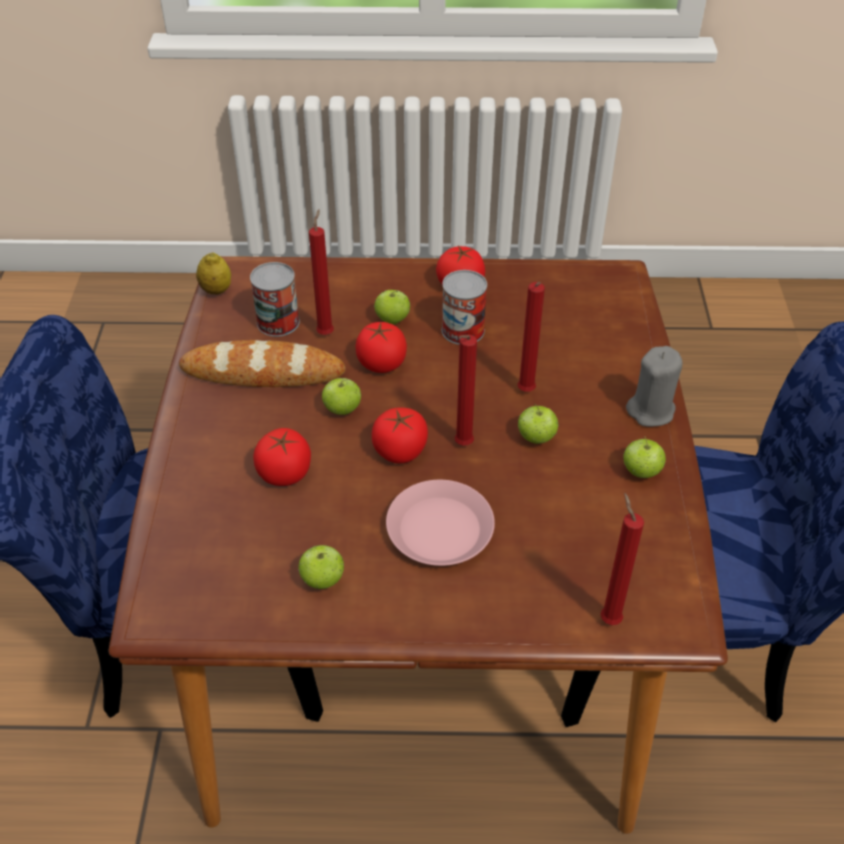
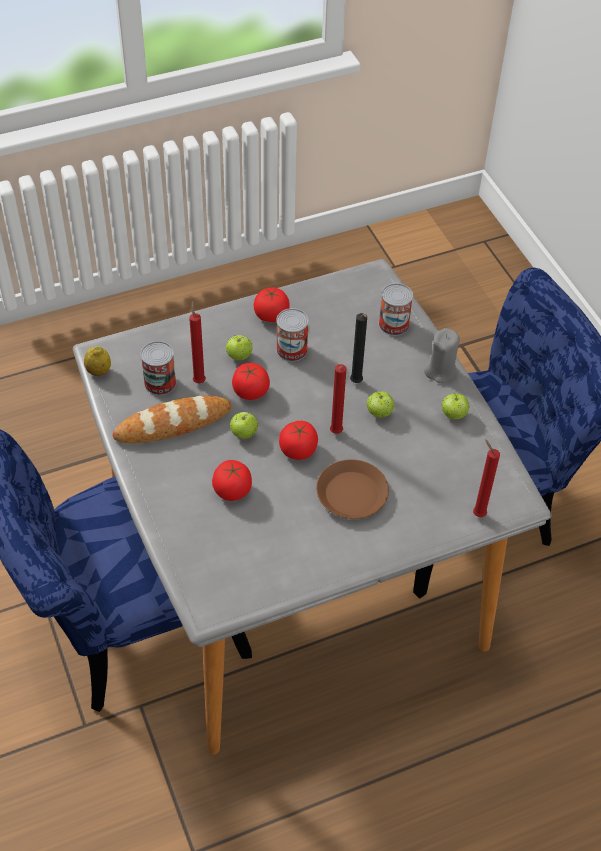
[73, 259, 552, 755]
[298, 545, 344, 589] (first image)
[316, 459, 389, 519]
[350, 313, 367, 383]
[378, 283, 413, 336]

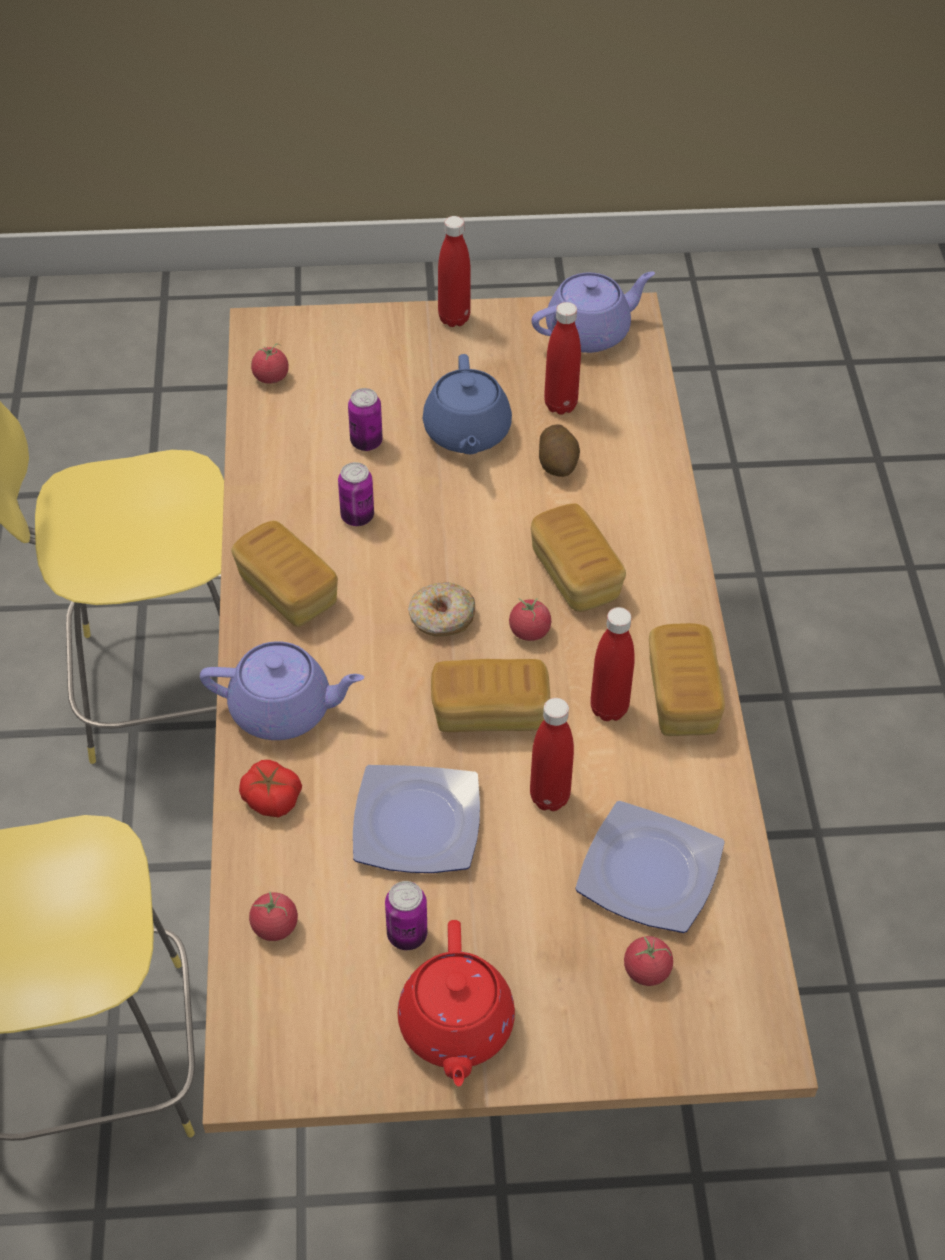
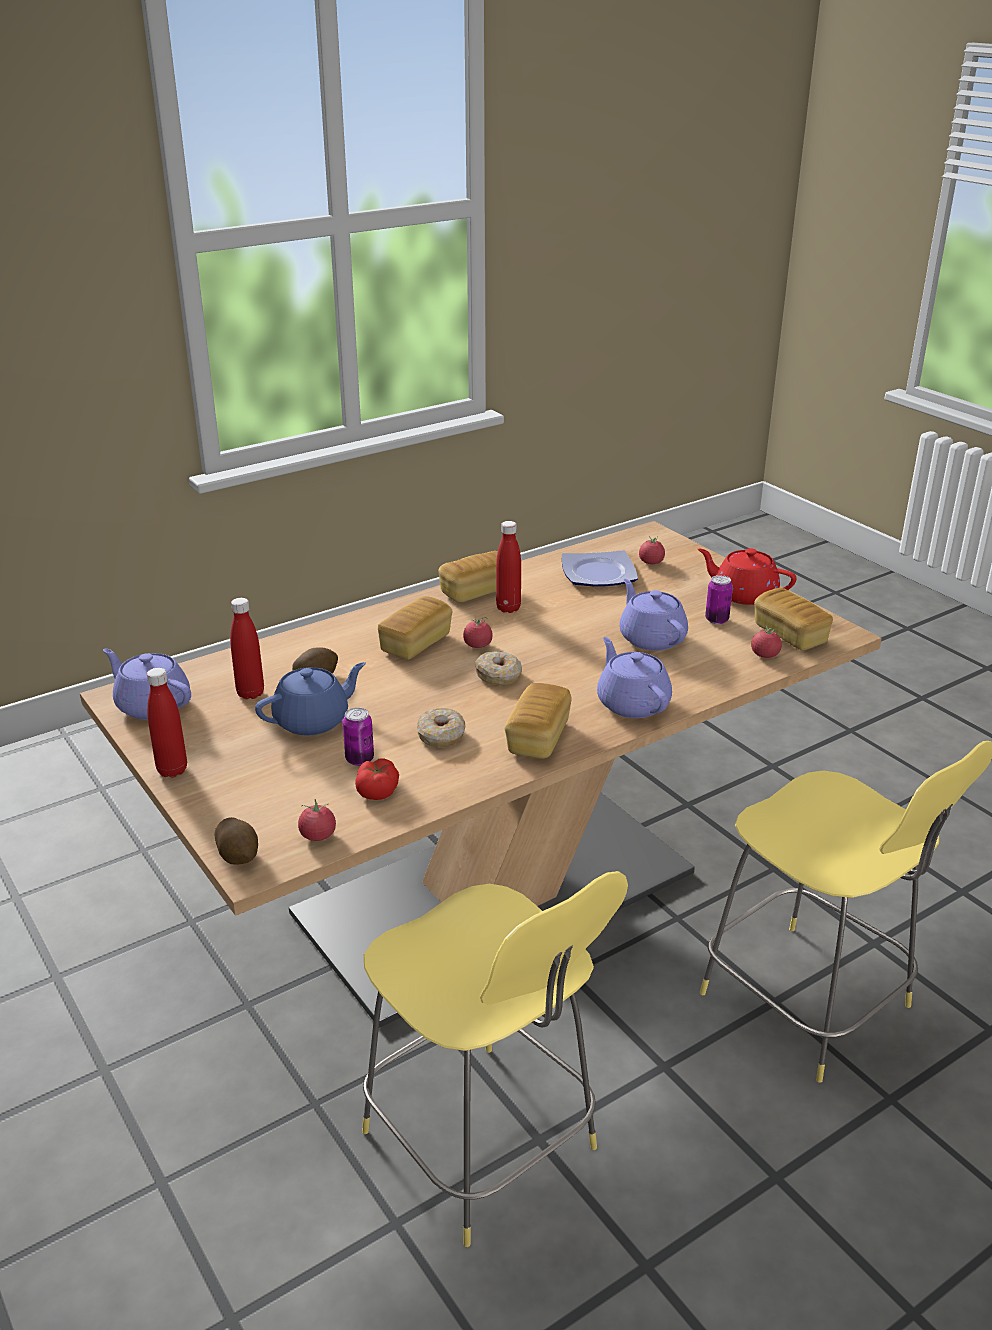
[355, 758, 399, 800]
[417, 708, 465, 748]
[620, 579, 688, 651]
[698, 548, 796, 605]
[754, 588, 833, 651]
[530, 698, 574, 811] (first image)
[214, 817, 258, 864]

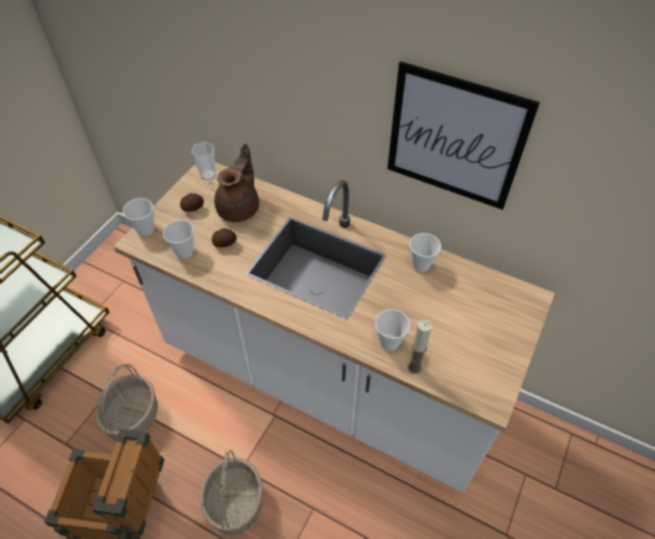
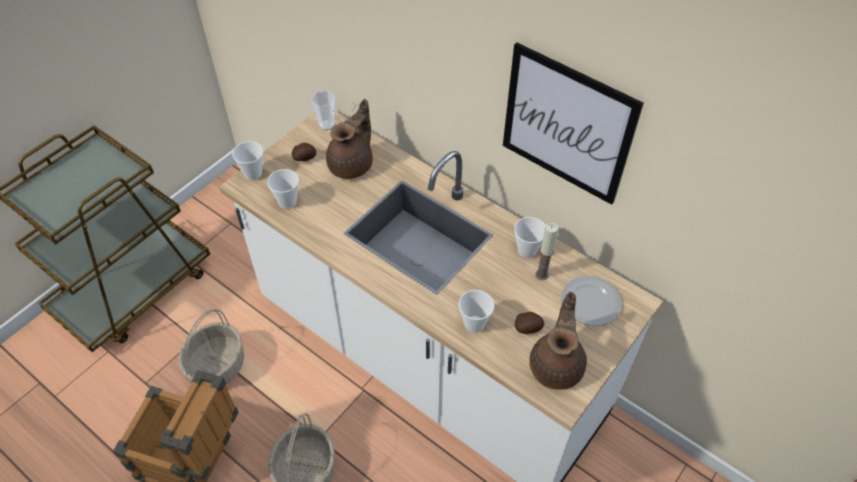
[515, 312, 544, 334]
[535, 223, 558, 280]
[529, 292, 587, 390]
[561, 276, 621, 326]

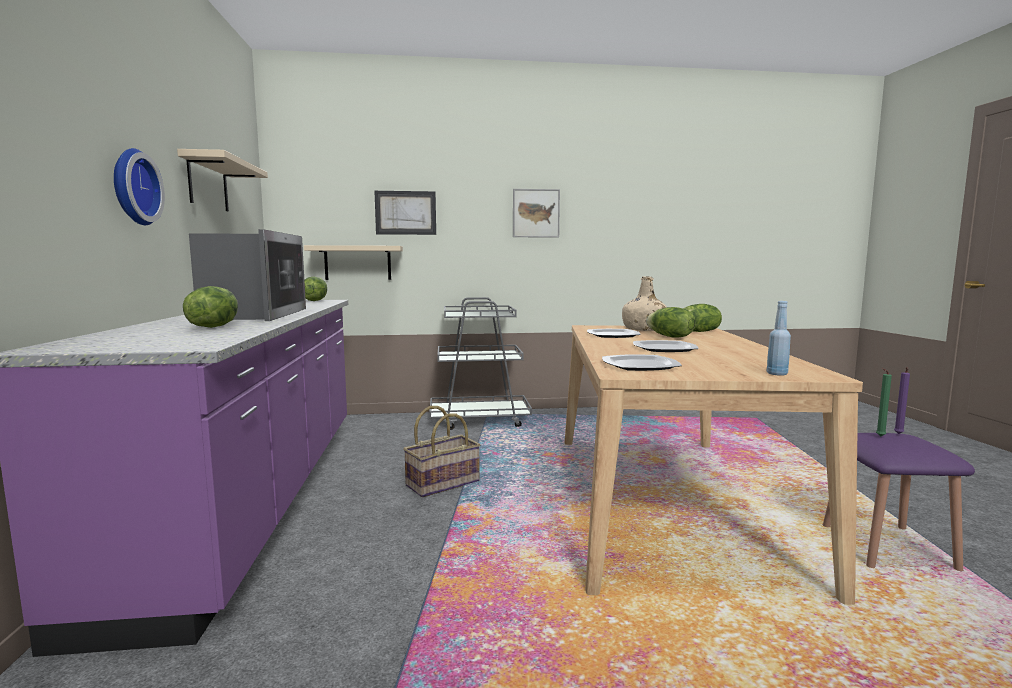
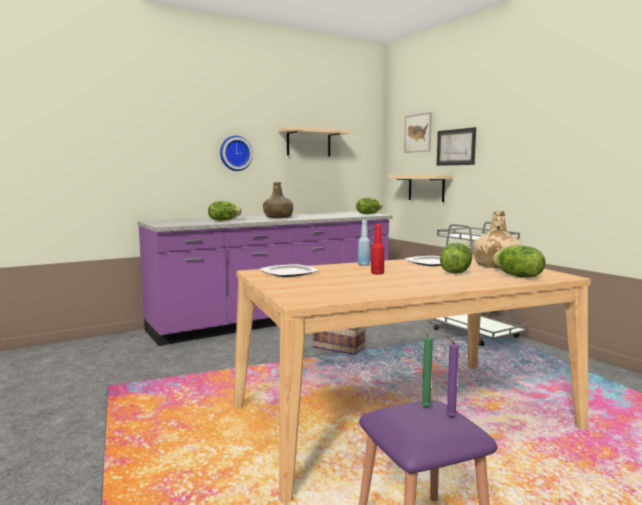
[263, 182, 293, 218]
[404, 112, 432, 153]
[371, 224, 384, 275]
[358, 220, 370, 266]

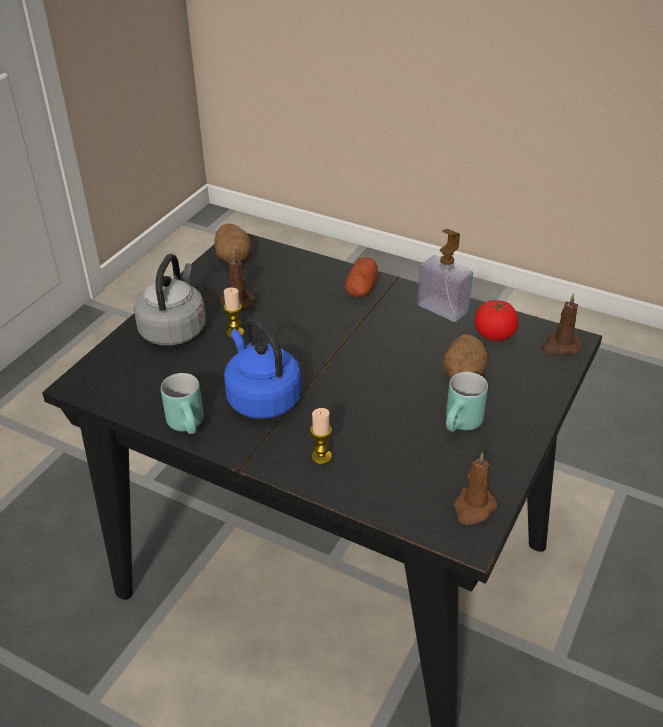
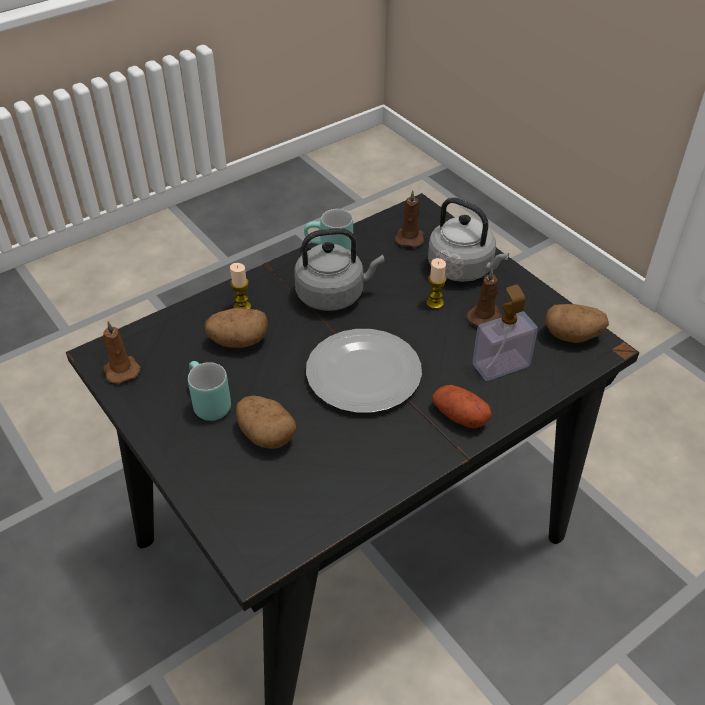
[294, 228, 384, 311]
[473, 285, 538, 381]
[475, 300, 518, 341] (first image)
[394, 190, 424, 248]
[205, 308, 268, 348]
[306, 329, 422, 413]

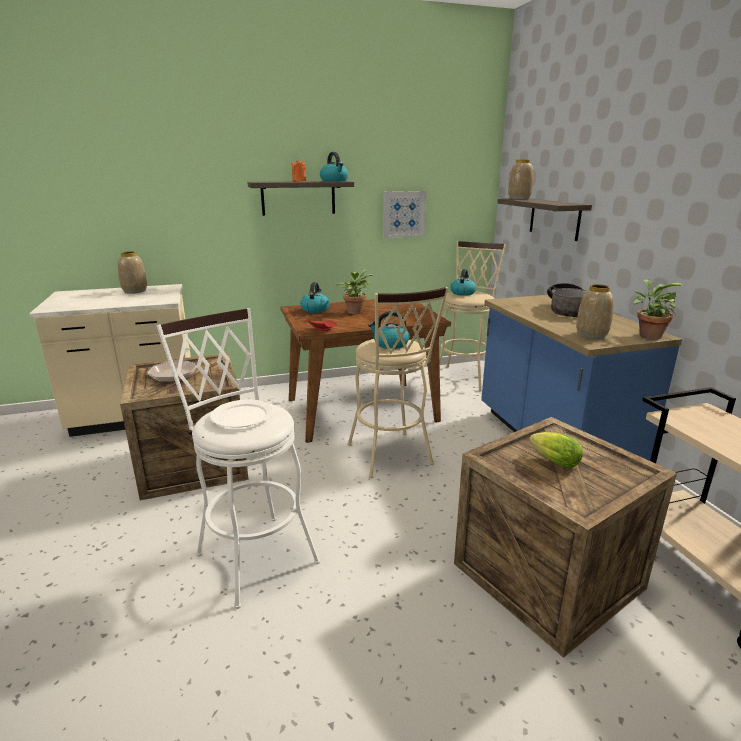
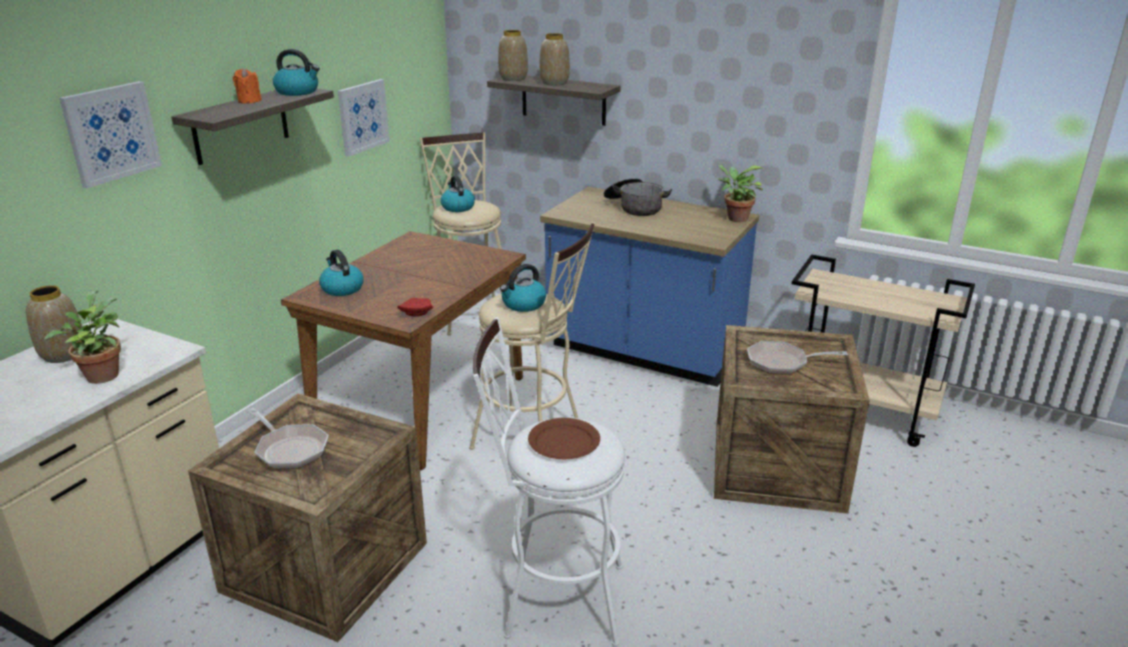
[528, 418, 600, 459]
[44, 290, 121, 384]
[747, 341, 848, 374]
[539, 33, 570, 86]
[59, 81, 162, 188]

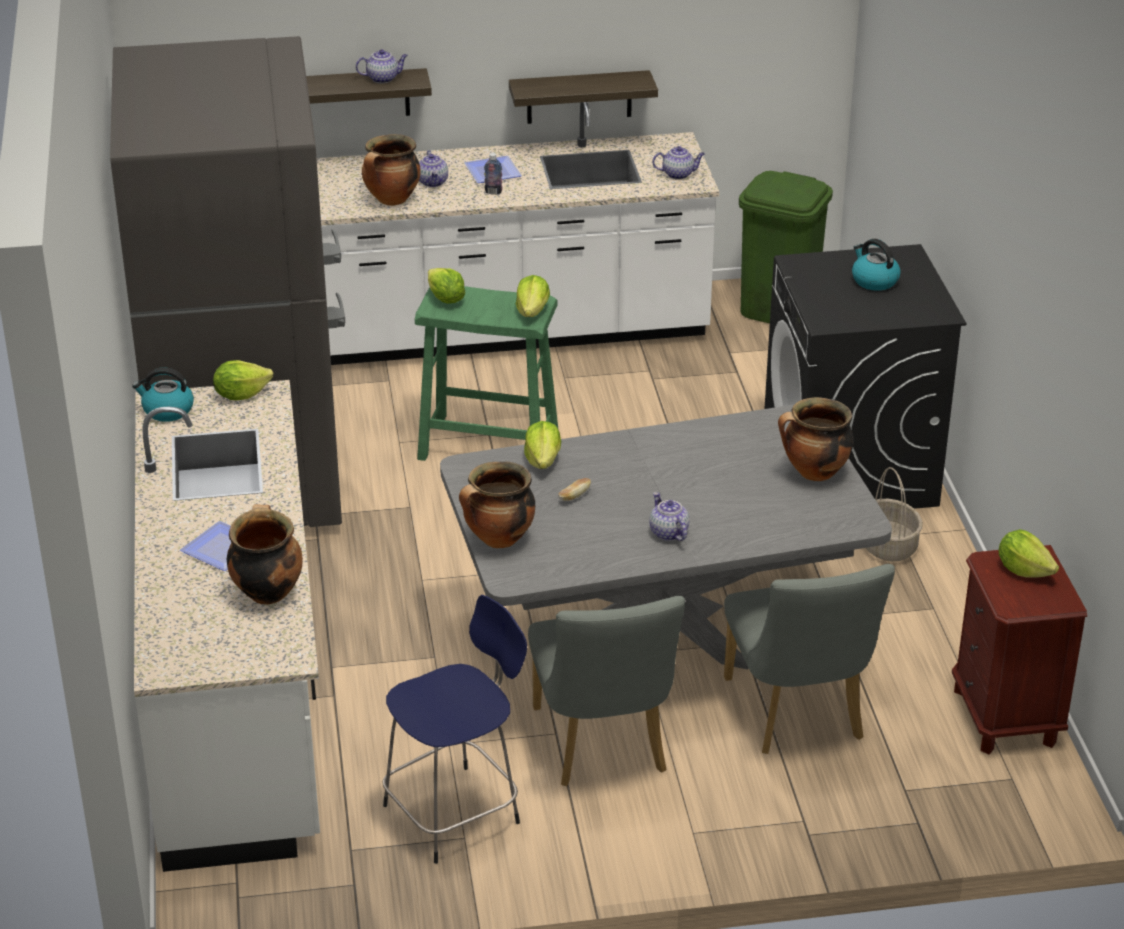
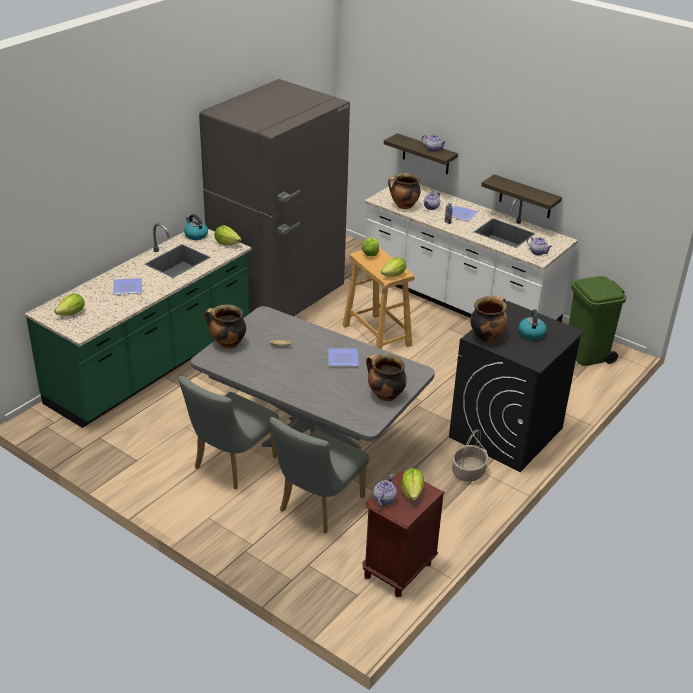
[25, 223, 251, 428]
[470, 295, 508, 343]
[383, 595, 527, 864] (first image)
[342, 247, 415, 349]
[54, 294, 85, 316]
[373, 474, 397, 506]
[328, 348, 359, 366]

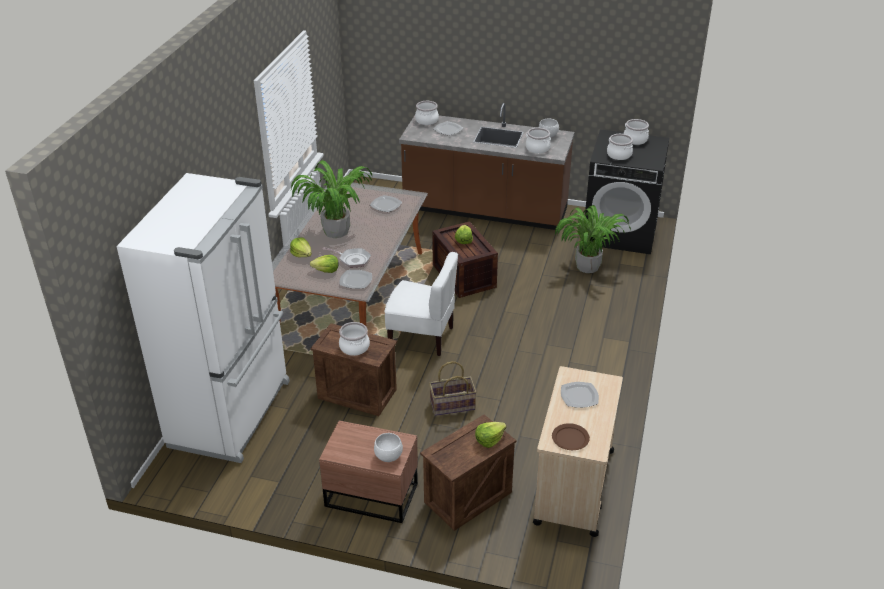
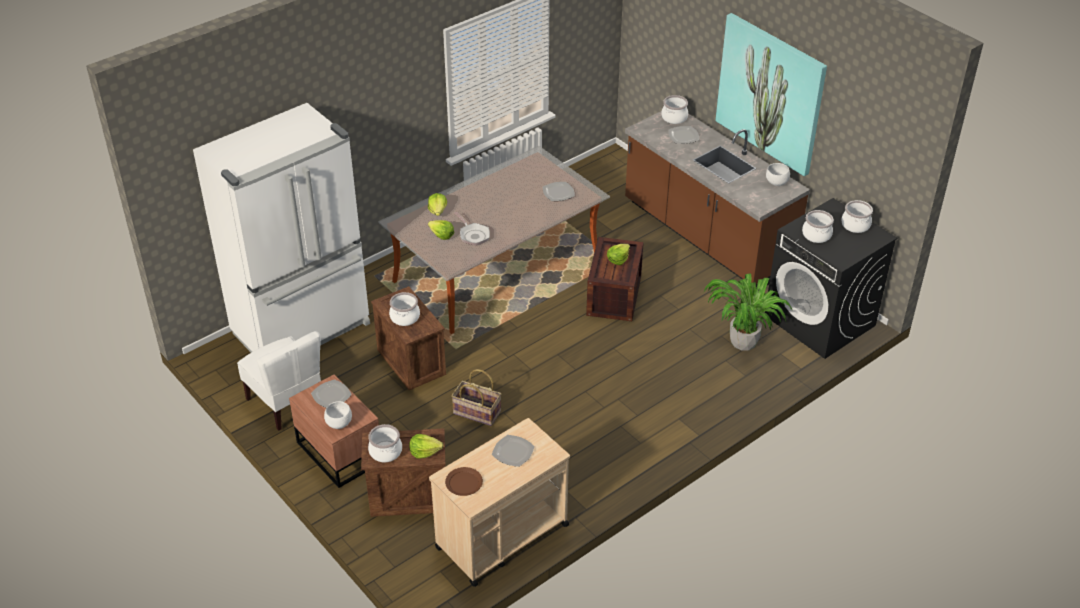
[291, 160, 372, 238] (first image)
[311, 379, 352, 408]
[237, 331, 321, 431]
[368, 424, 402, 462]
[716, 13, 827, 176]

